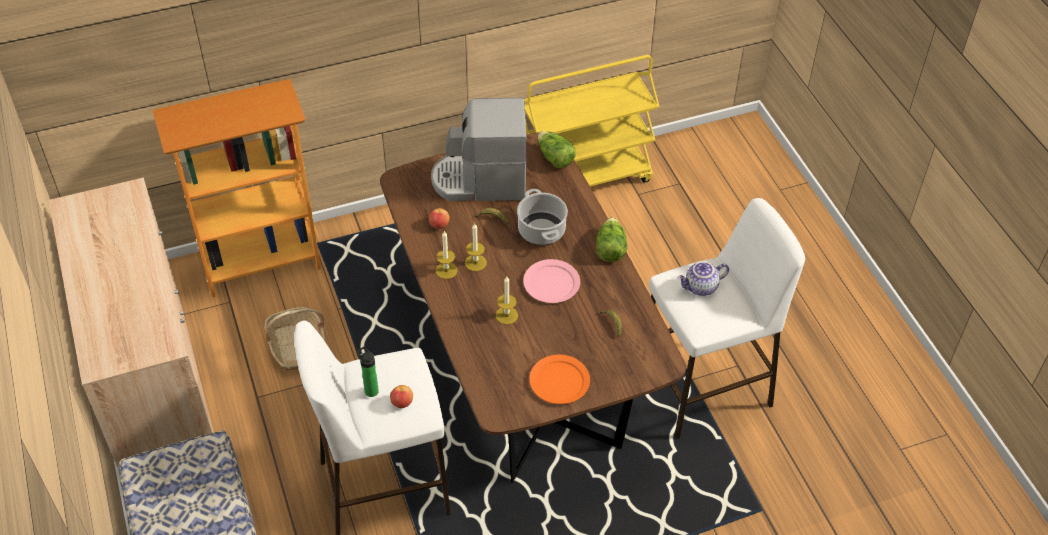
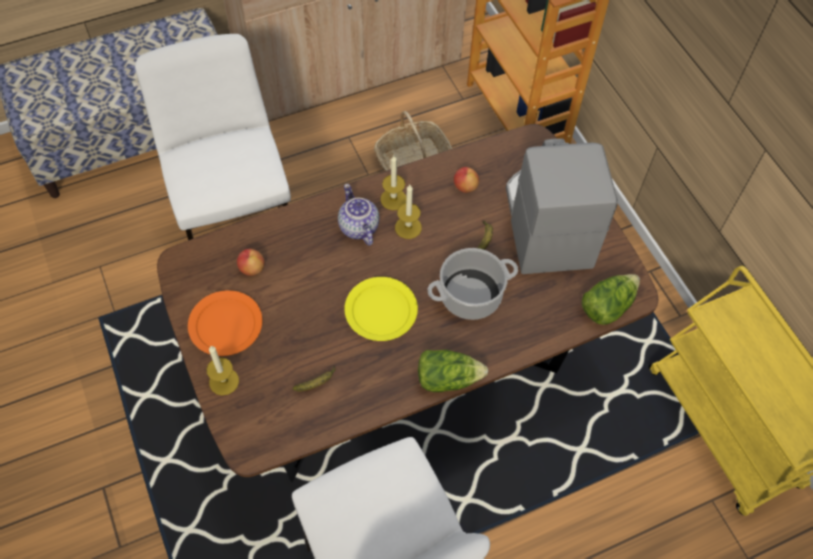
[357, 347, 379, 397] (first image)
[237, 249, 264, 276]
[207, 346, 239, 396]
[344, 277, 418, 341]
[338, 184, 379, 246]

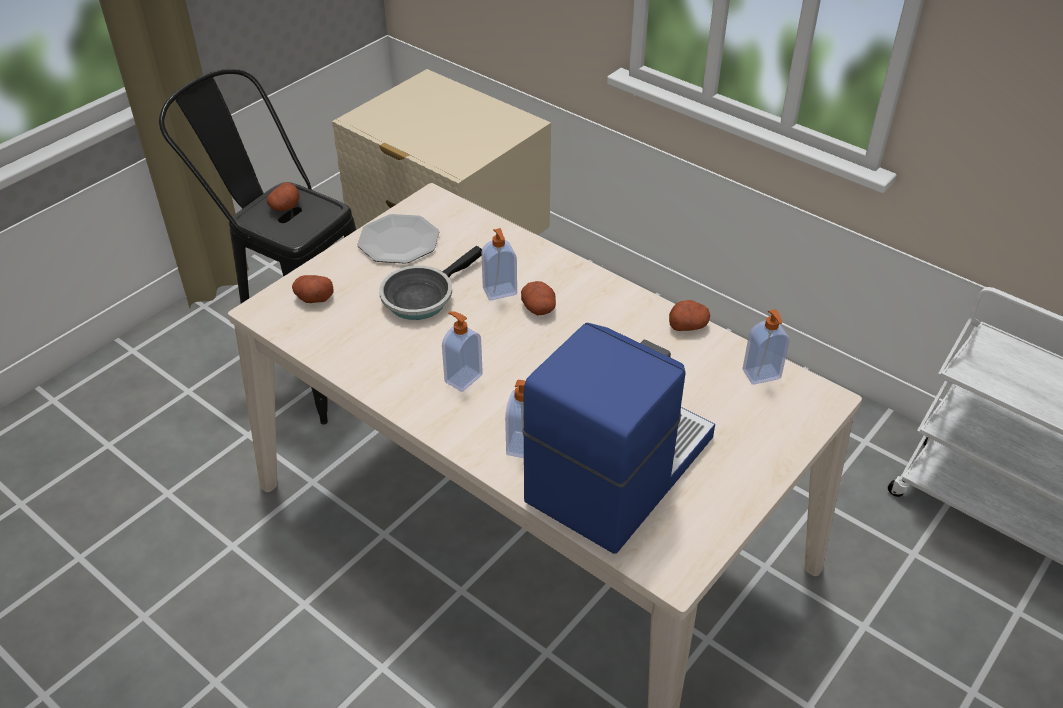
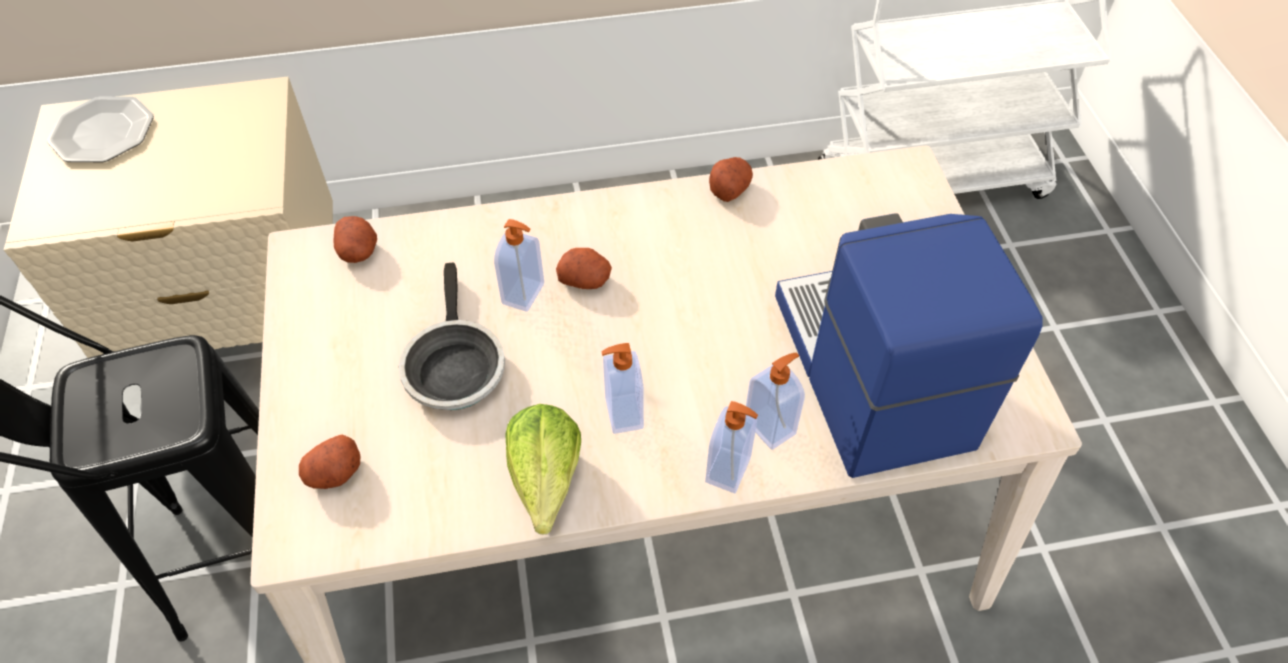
[334, 216, 377, 263]
[47, 97, 154, 162]
[705, 401, 758, 493]
[505, 404, 581, 534]

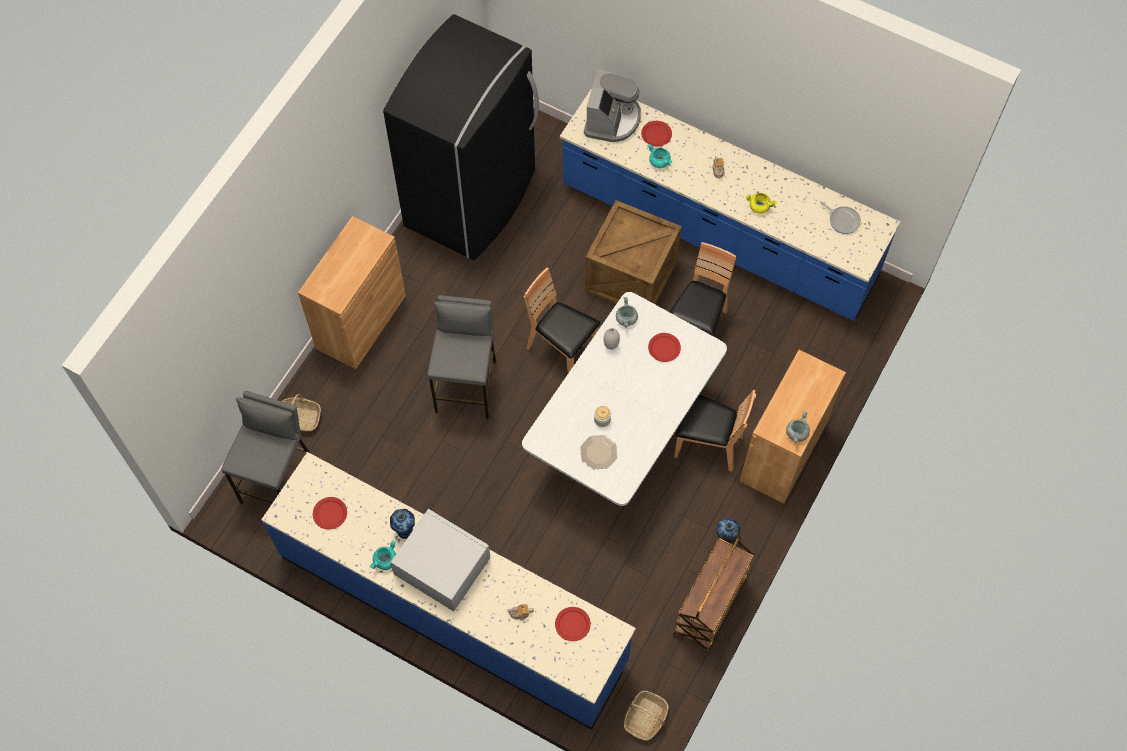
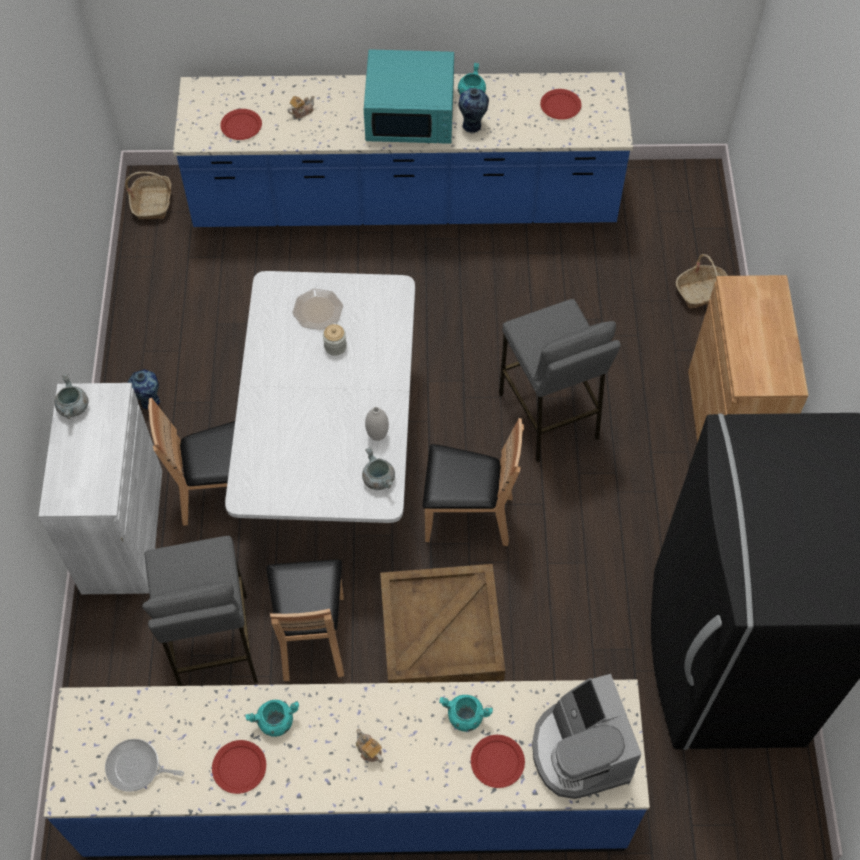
[142, 536, 258, 686]
[364, 49, 454, 144]
[212, 740, 266, 794]
[673, 536, 754, 653] (first image)
[39, 383, 162, 594]
[245, 700, 299, 737]

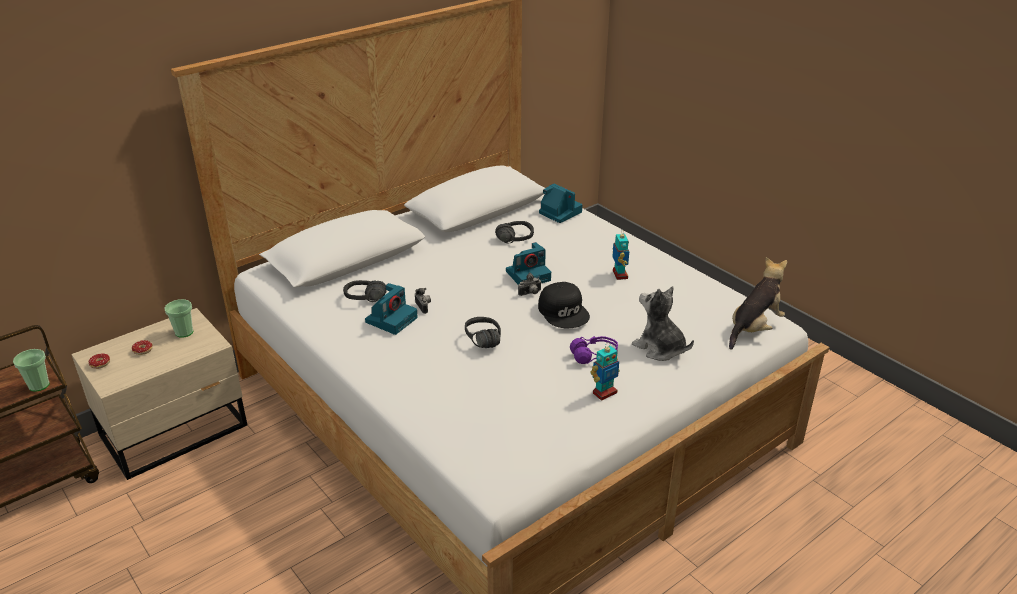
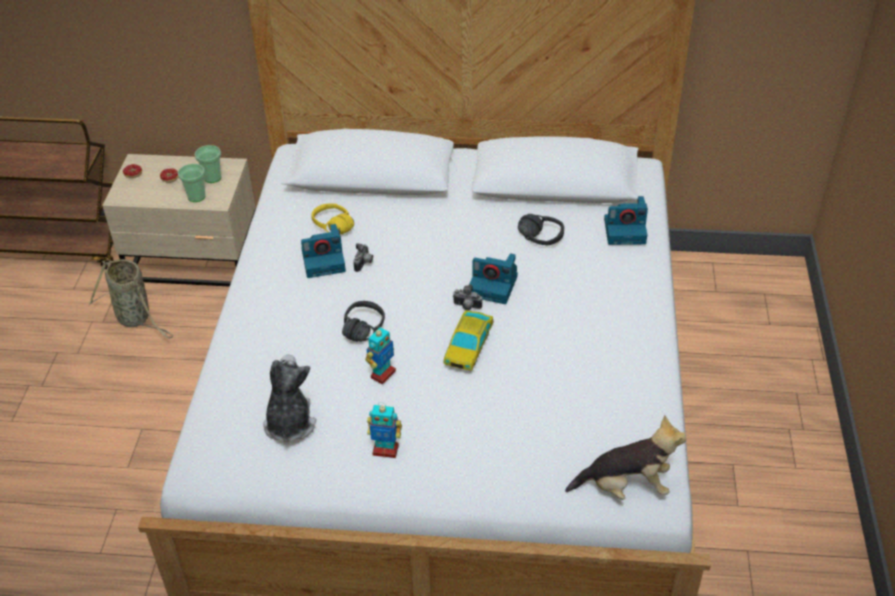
[178, 164, 205, 202]
[312, 203, 354, 234]
[443, 310, 494, 371]
[604, 196, 648, 245]
[570, 336, 618, 364] (first image)
[365, 326, 396, 384]
[263, 354, 316, 443]
[89, 259, 173, 339]

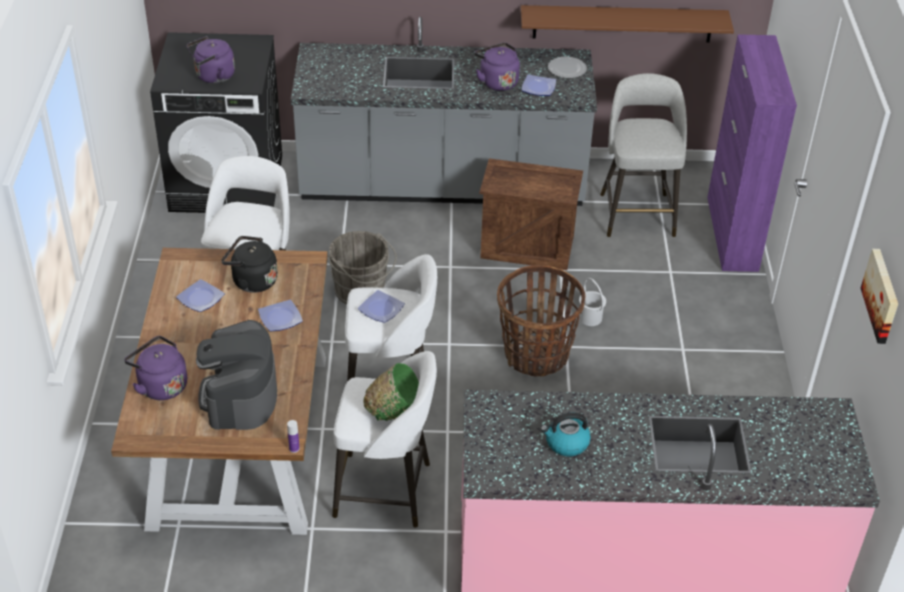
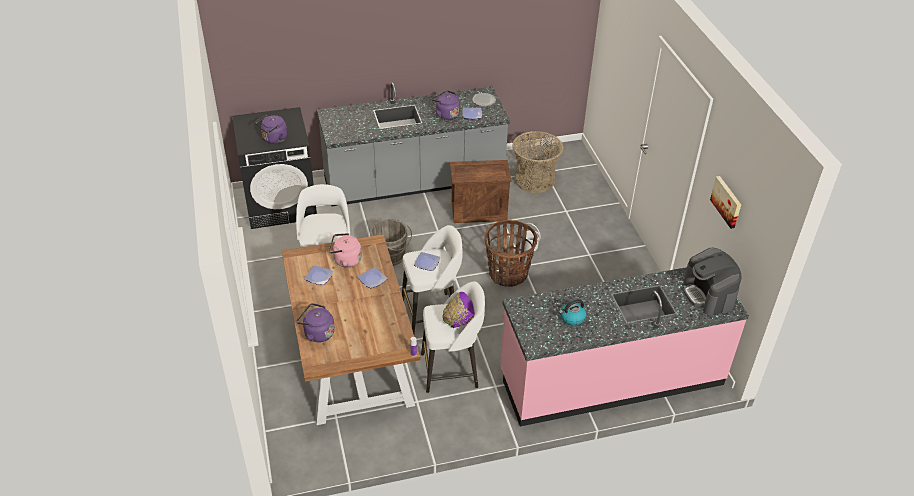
[683, 248, 742, 315]
[329, 233, 362, 268]
[442, 292, 475, 328]
[521, 5, 734, 43] (first image)
[512, 131, 563, 193]
[707, 34, 797, 272] (first image)

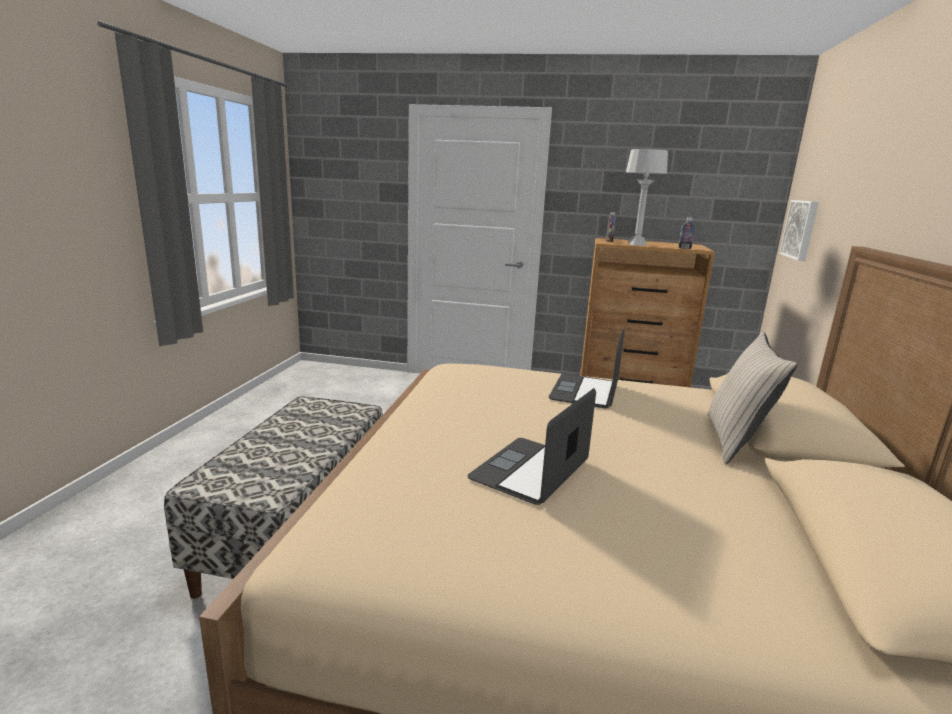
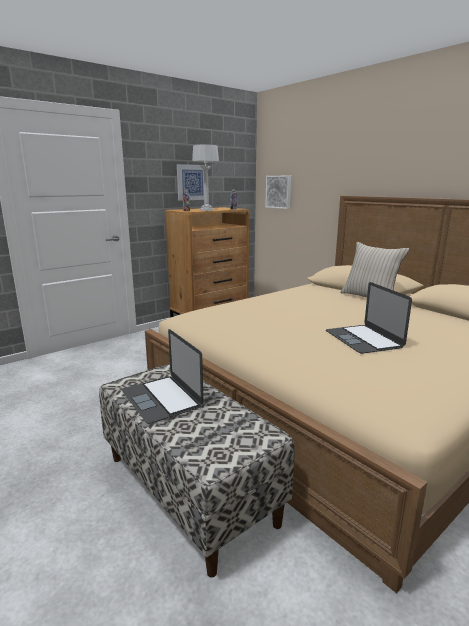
[122, 329, 203, 424]
[177, 164, 204, 201]

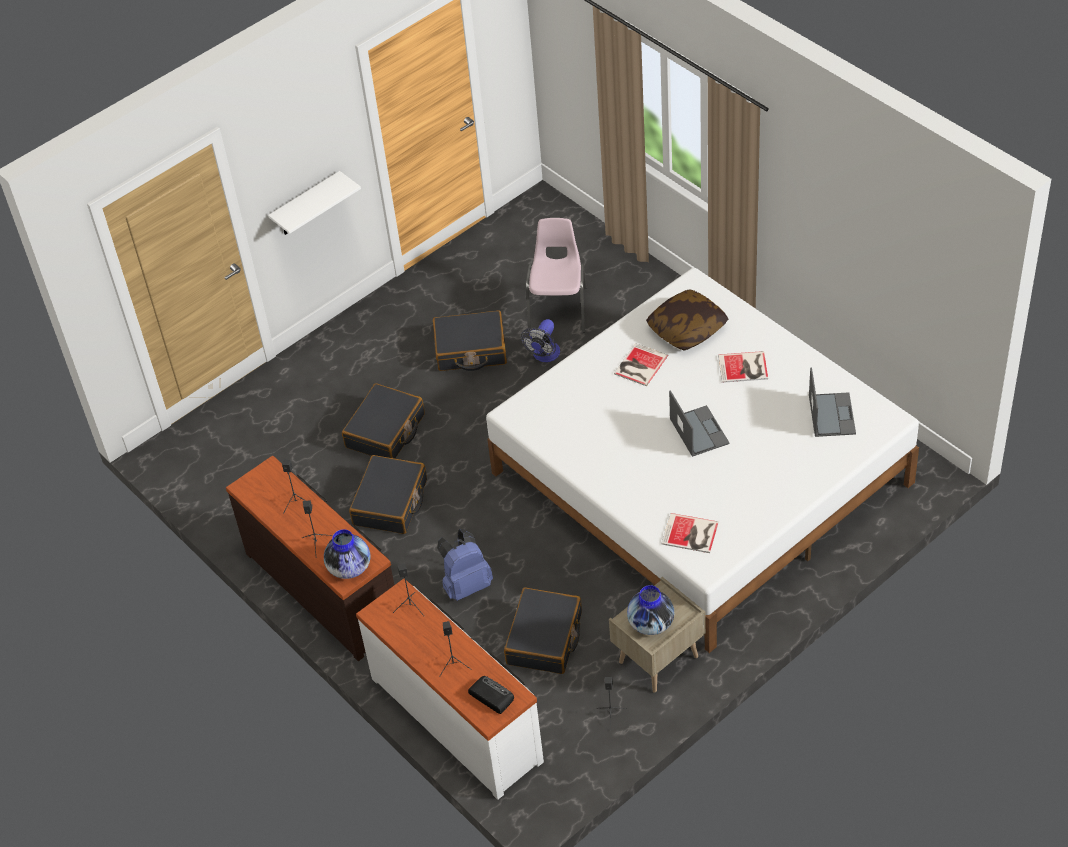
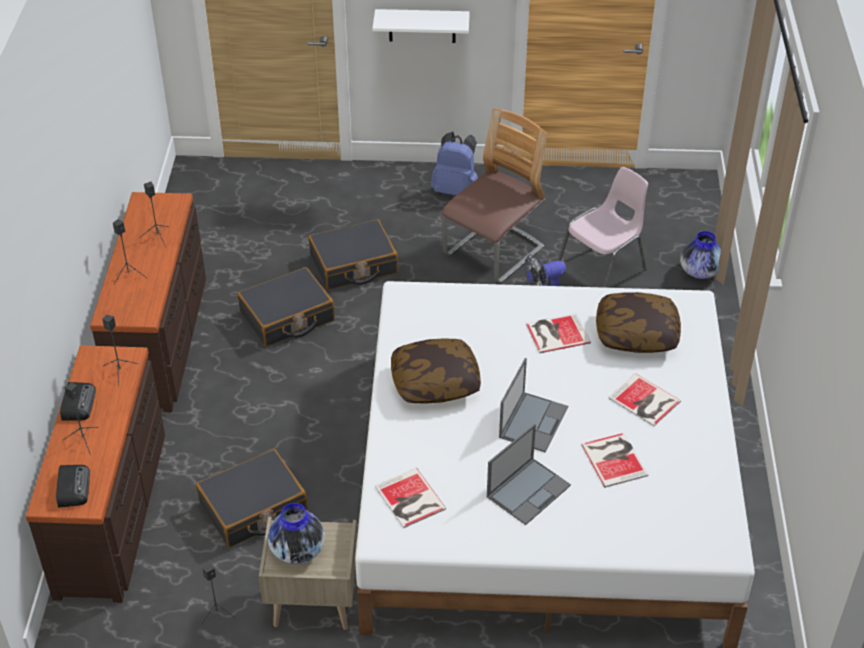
[680, 231, 721, 279]
[26, 345, 165, 603]
[441, 108, 547, 283]
[431, 132, 478, 196]
[487, 424, 571, 525]
[60, 382, 96, 420]
[391, 338, 481, 403]
[581, 433, 649, 488]

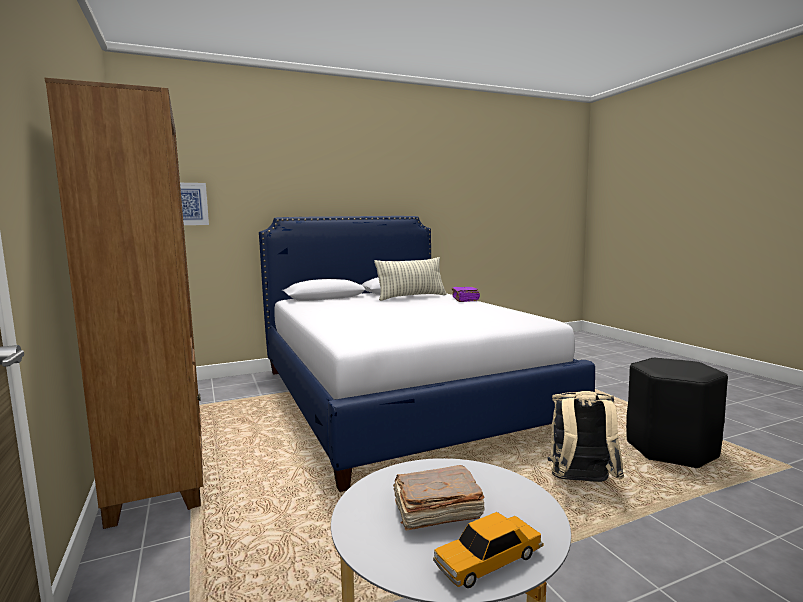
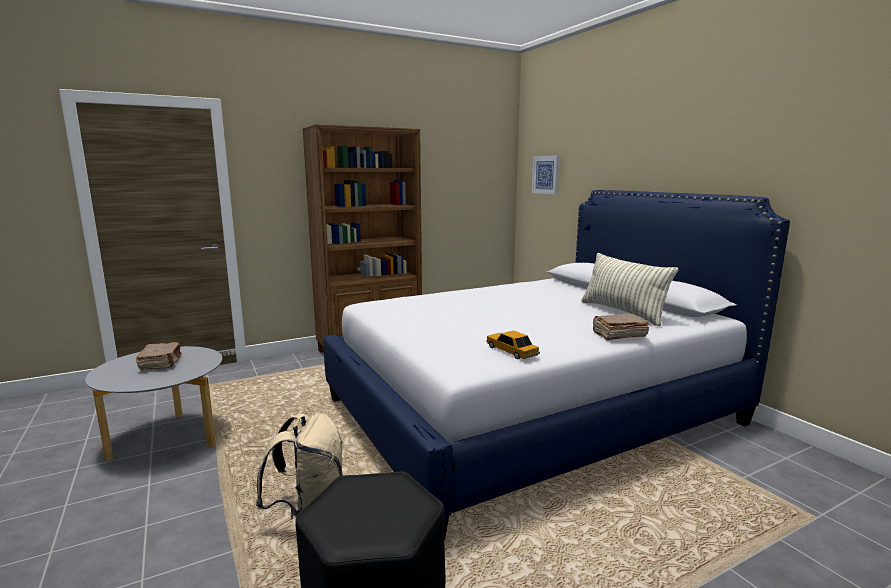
[486, 331, 540, 359]
[592, 313, 649, 340]

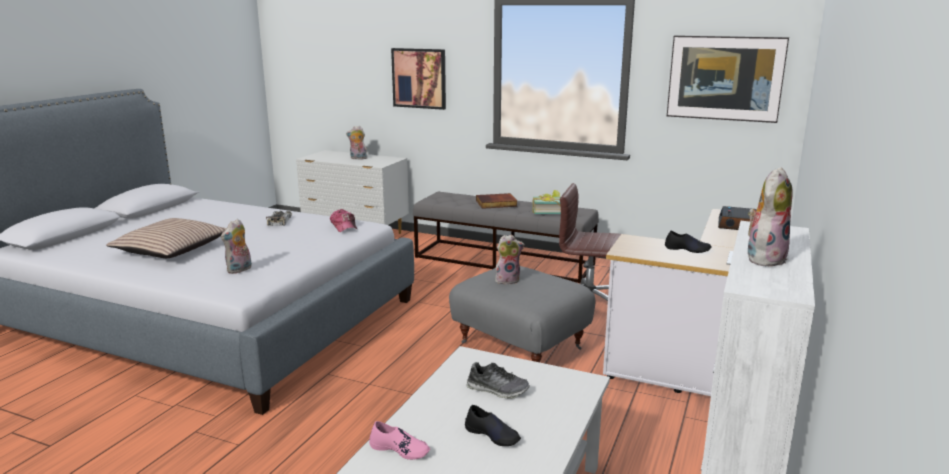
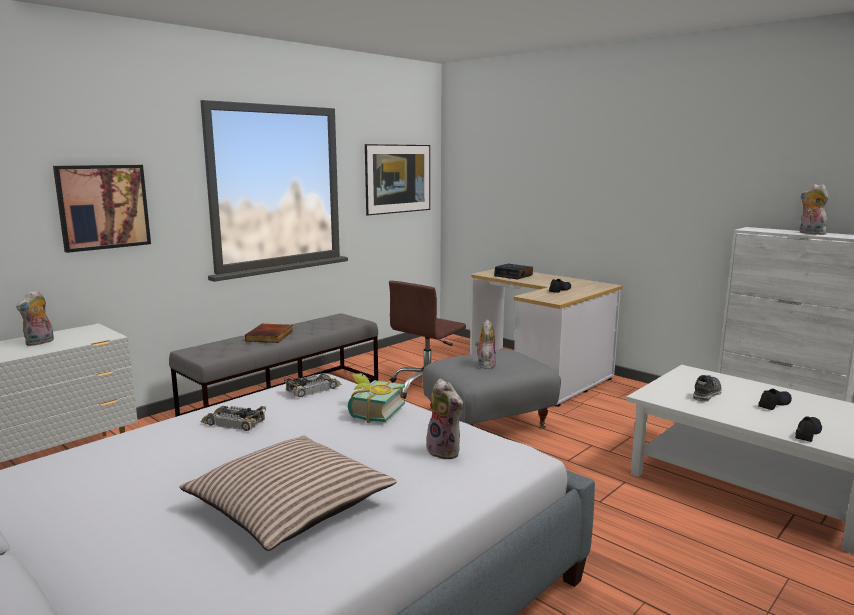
[284, 374, 342, 397]
[795, 416, 822, 442]
[348, 373, 405, 423]

